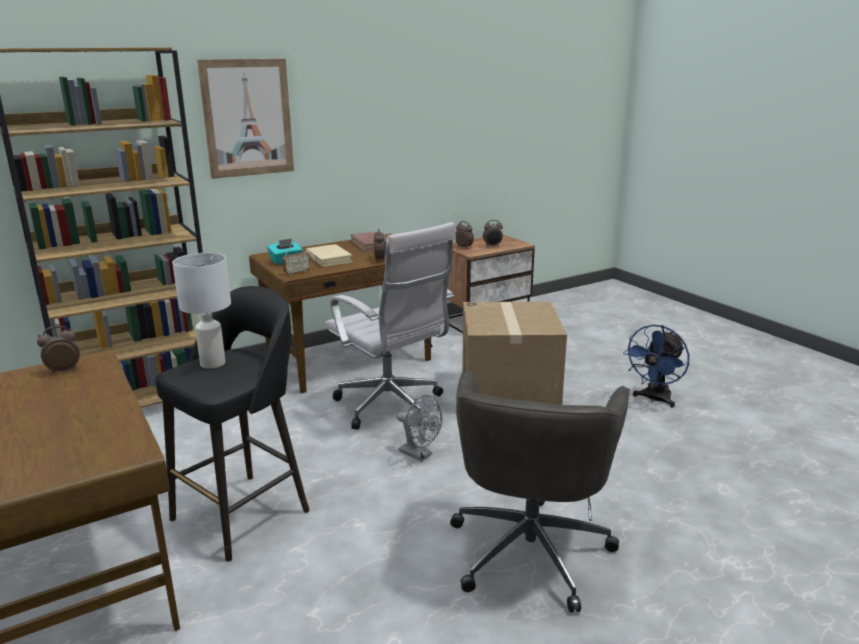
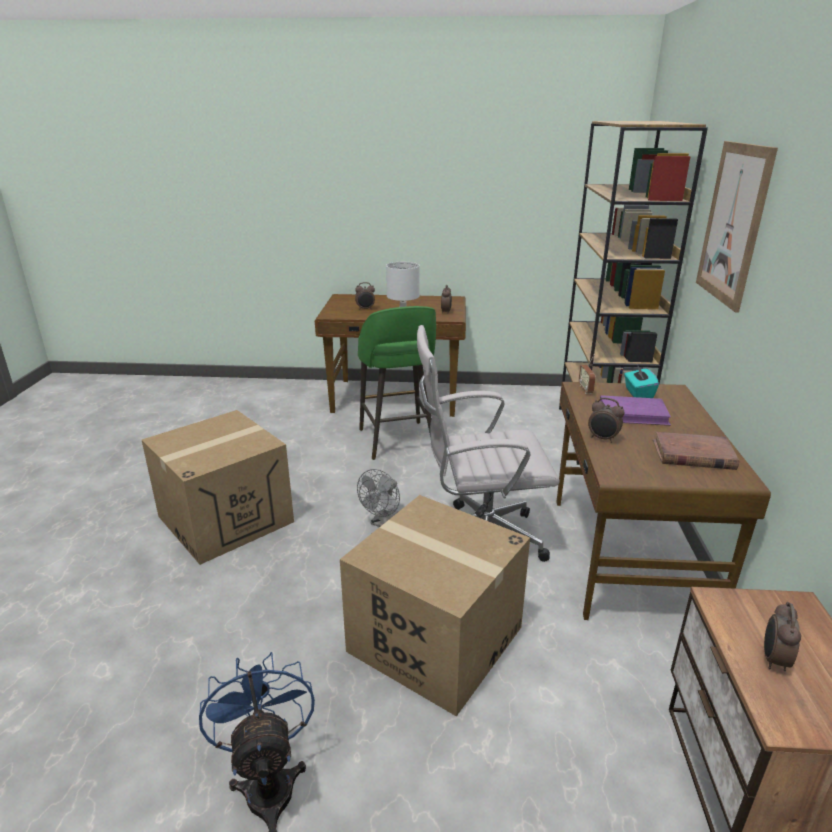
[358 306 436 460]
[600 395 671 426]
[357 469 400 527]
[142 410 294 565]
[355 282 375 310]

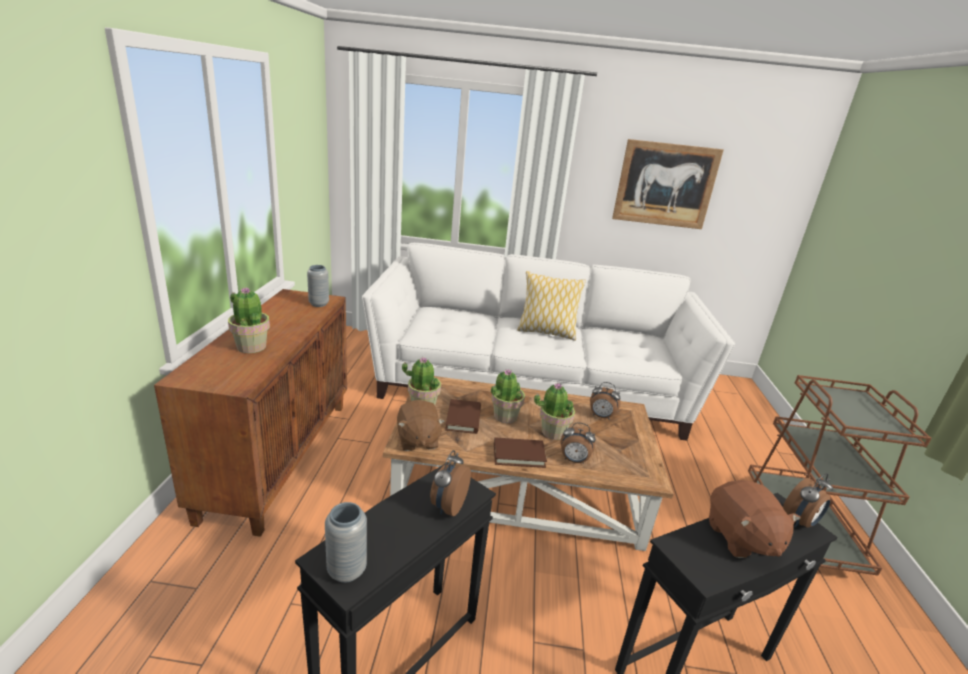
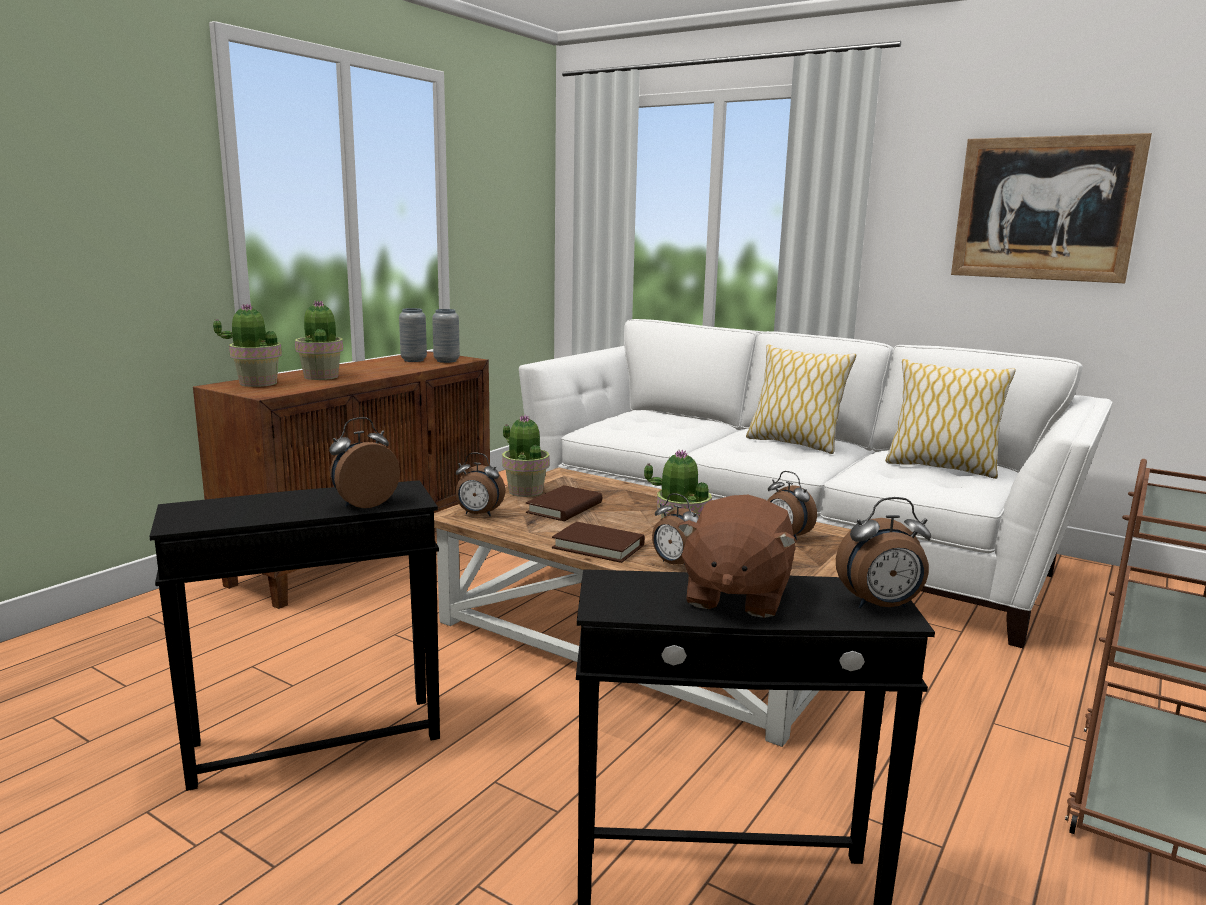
[399 308 427 362]
[456 453 505 516]
[213 304 282 387]
[885 359 1016 479]

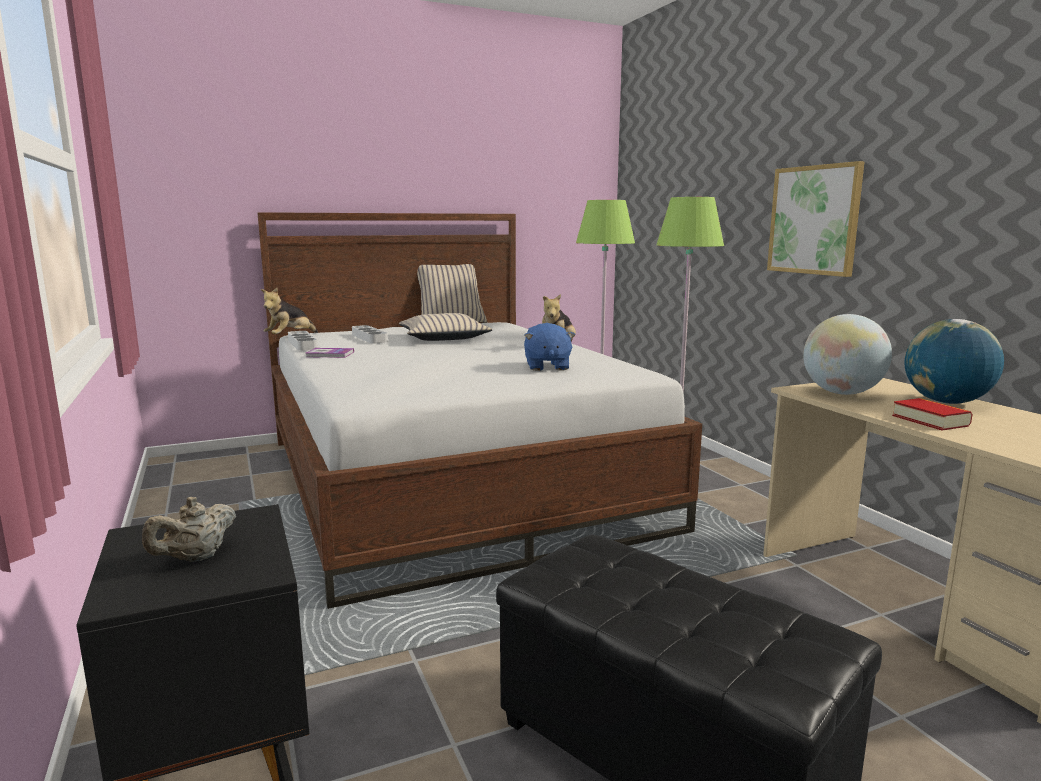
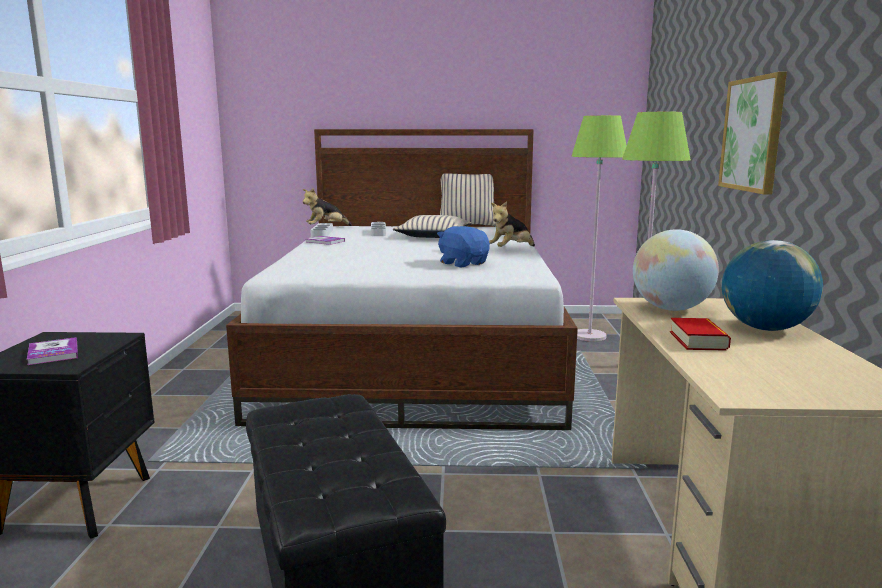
[27 337 78 365]
[437 226 490 267]

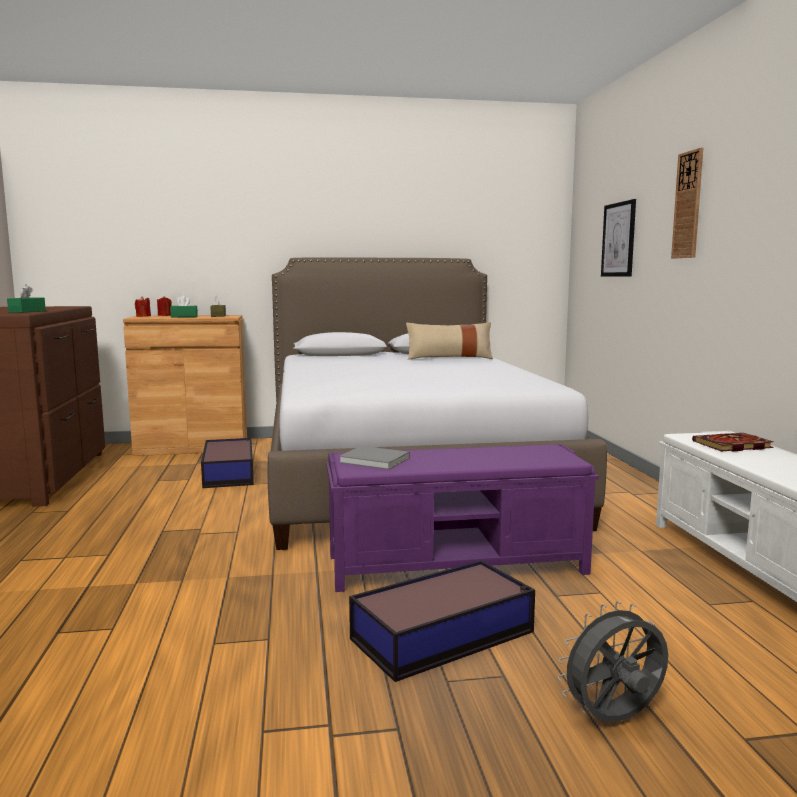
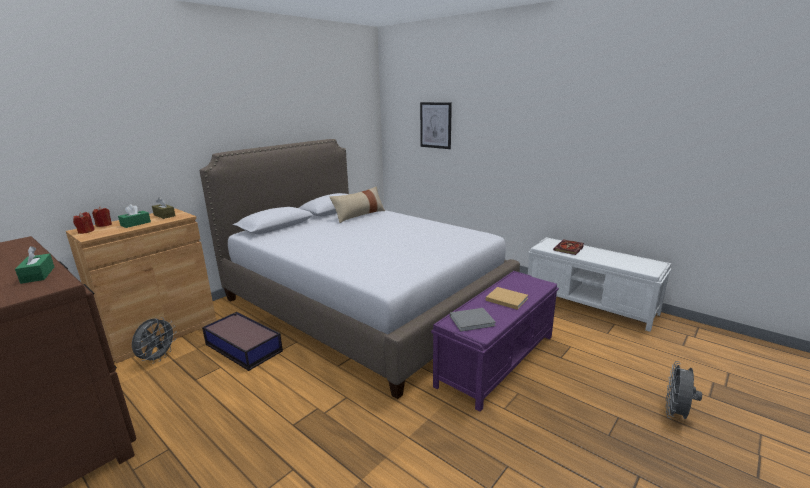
[349 560 535 682] (first image)
[671 148 703 259] (first image)
[132 317 177 361]
[486 287 528 310]

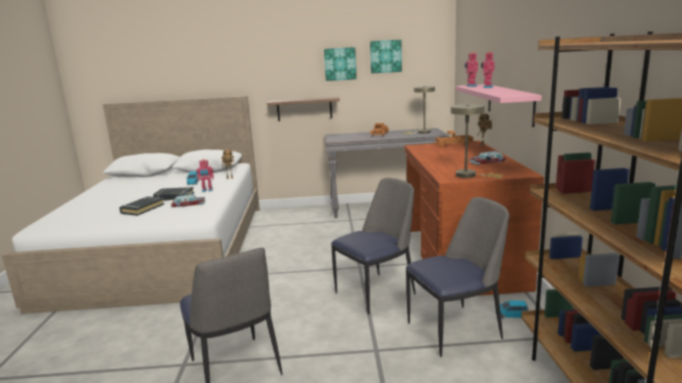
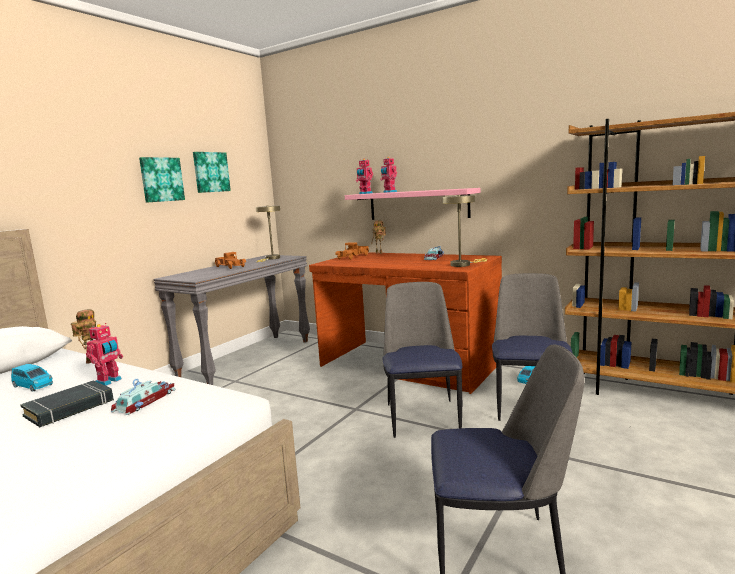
[119 196 164 216] (first image)
[267 97 340 121] (first image)

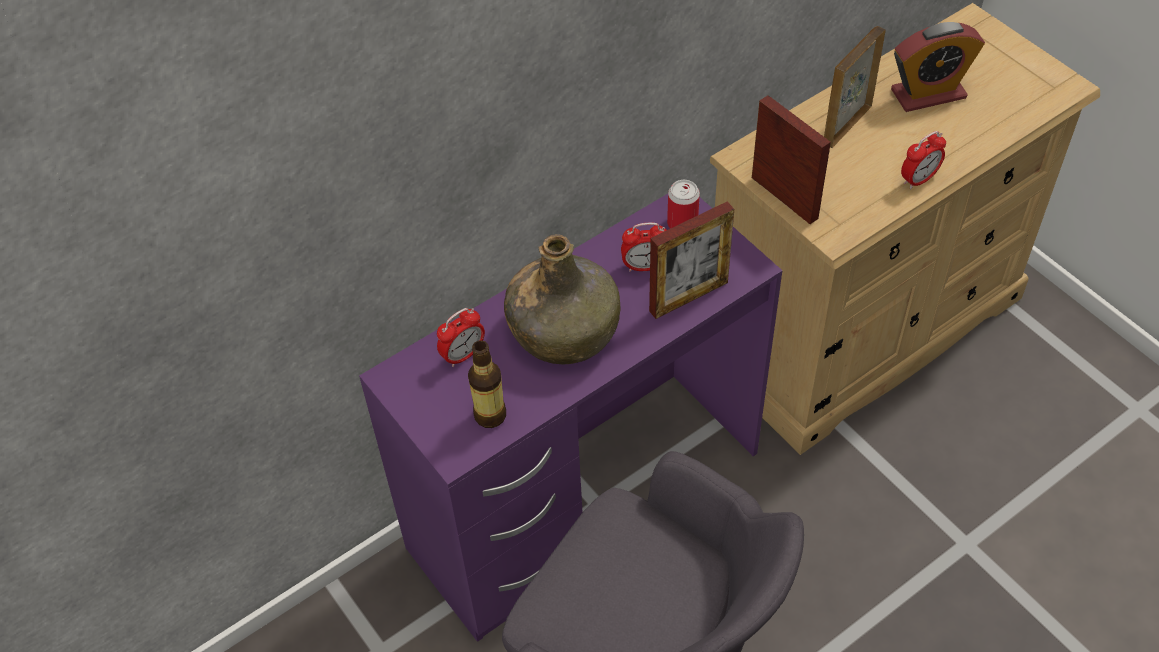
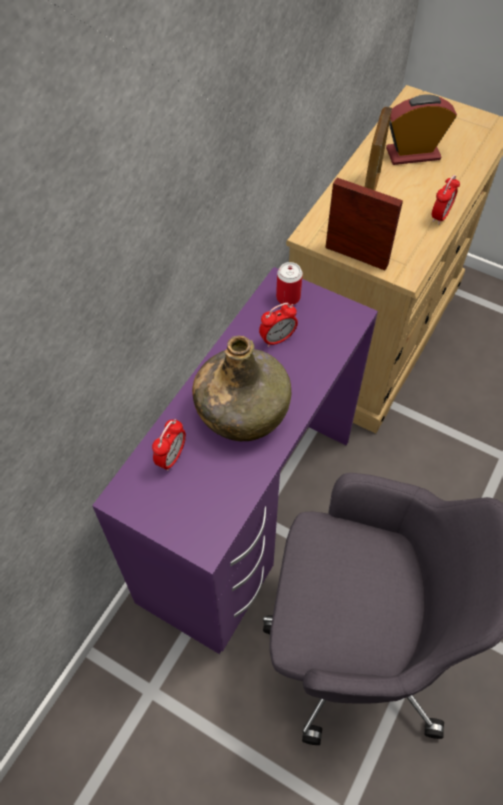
[468 340 506 428] (first image)
[649 202 734 319] (first image)
[386 94 457 165]

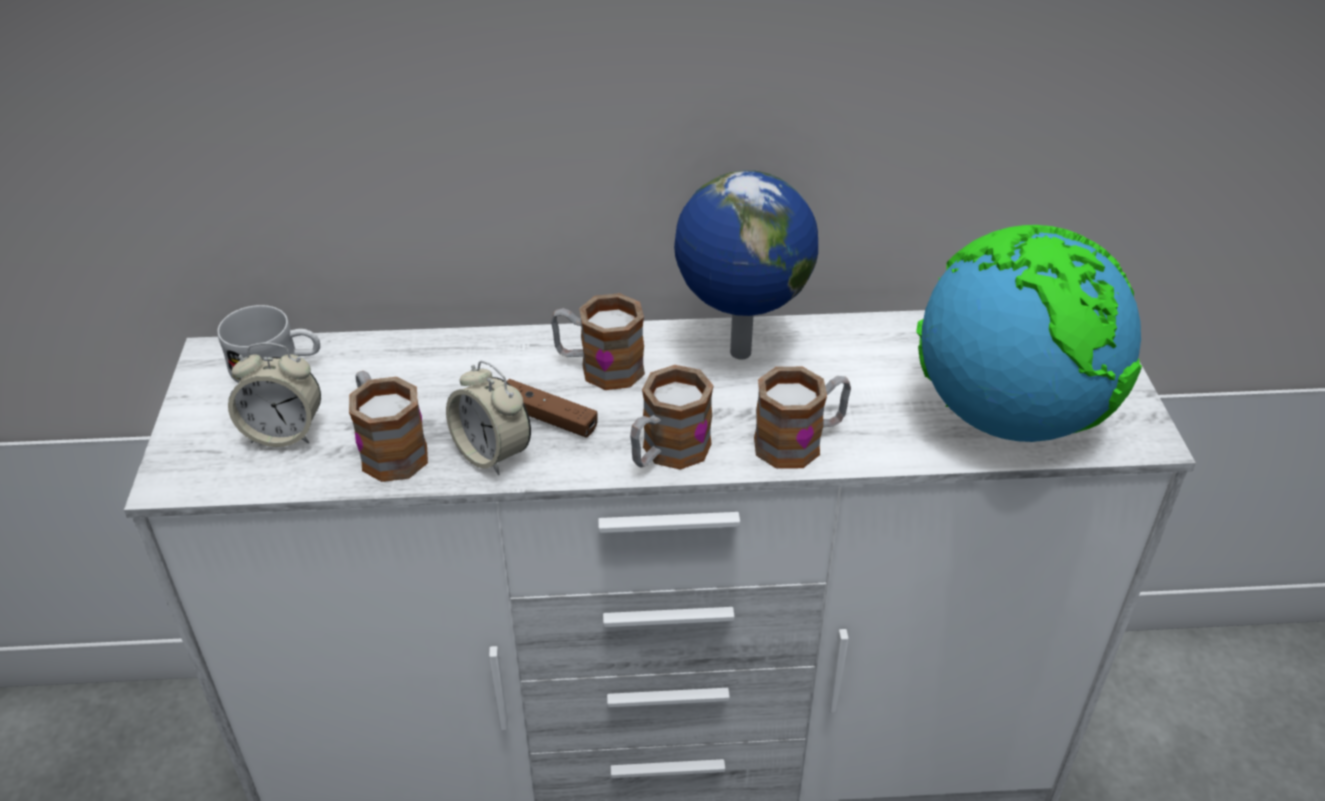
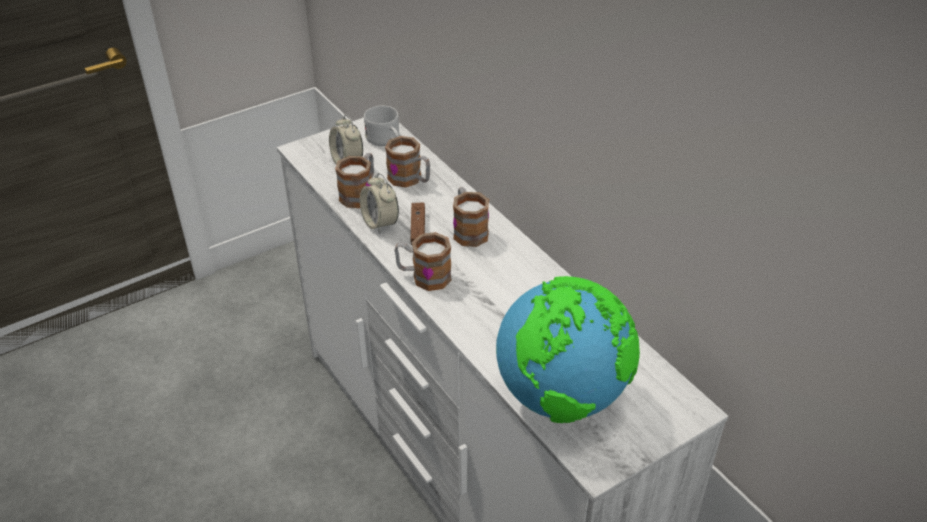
[360 173 399 234]
[674 170 818 360] (first image)
[385 136 430 187]

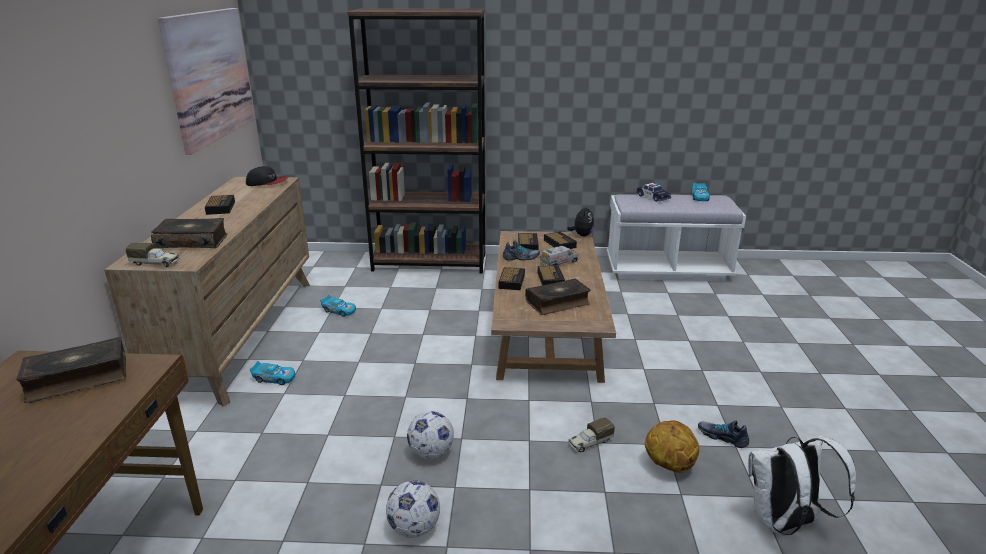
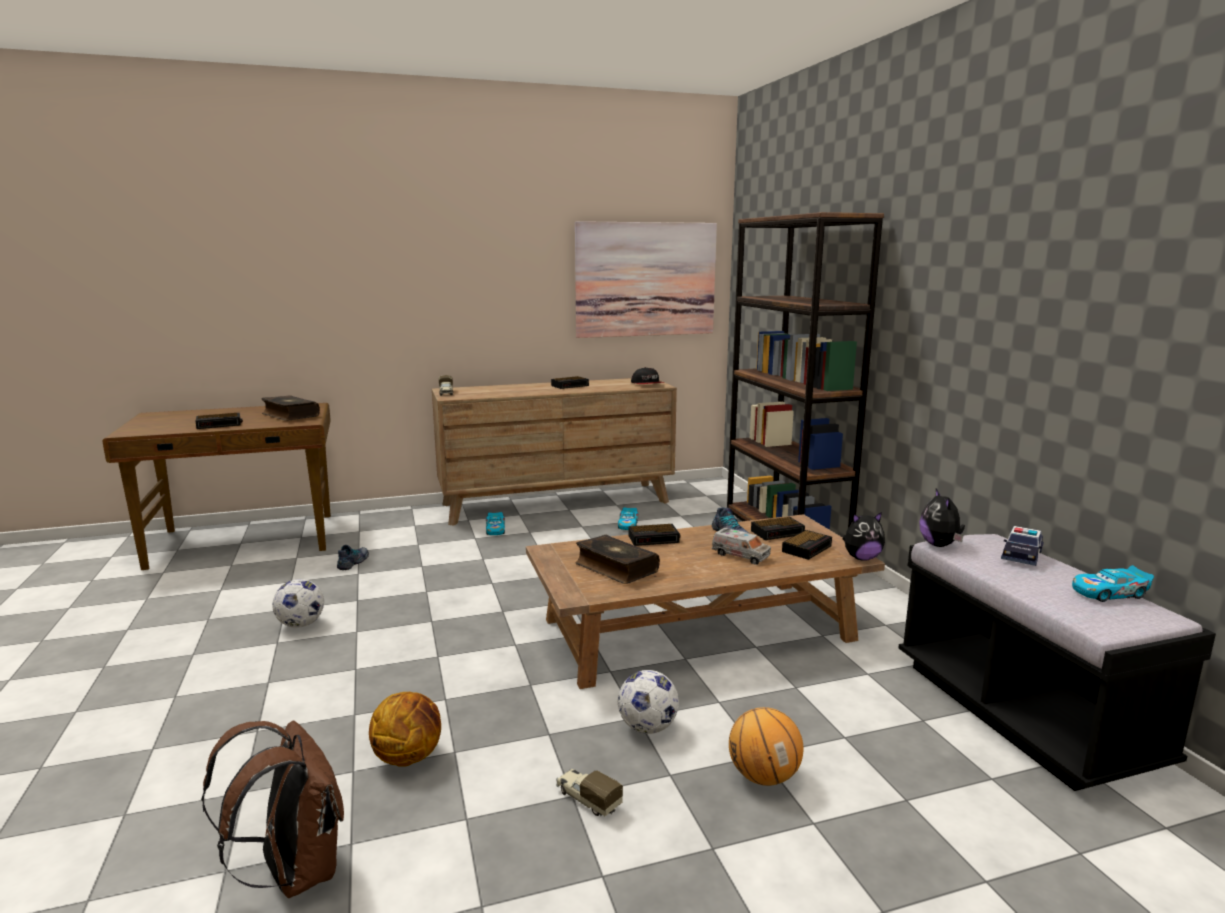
[151 218 228 248] (first image)
[618 670 679 734]
[195 413 243 429]
[556 768 623 817]
[898 534 1216 791]
[337 545 369 570]
[201 720 344 898]
[729 707 804 786]
[919 489 965 547]

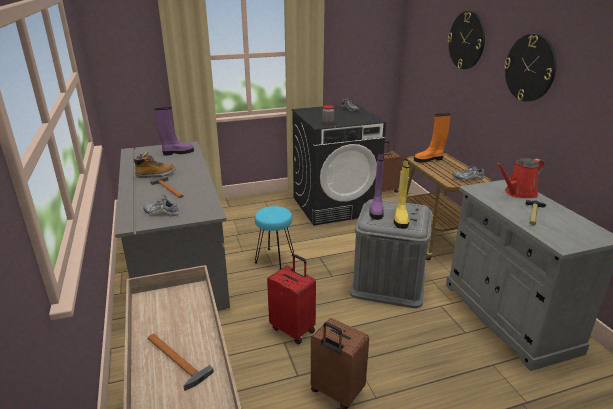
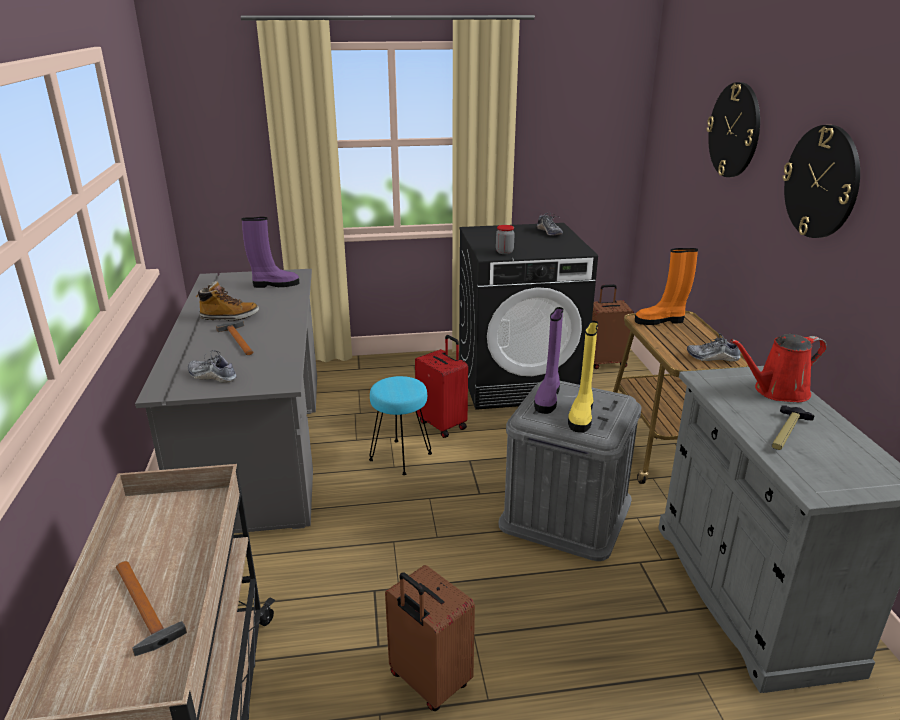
[415 335 468 438]

